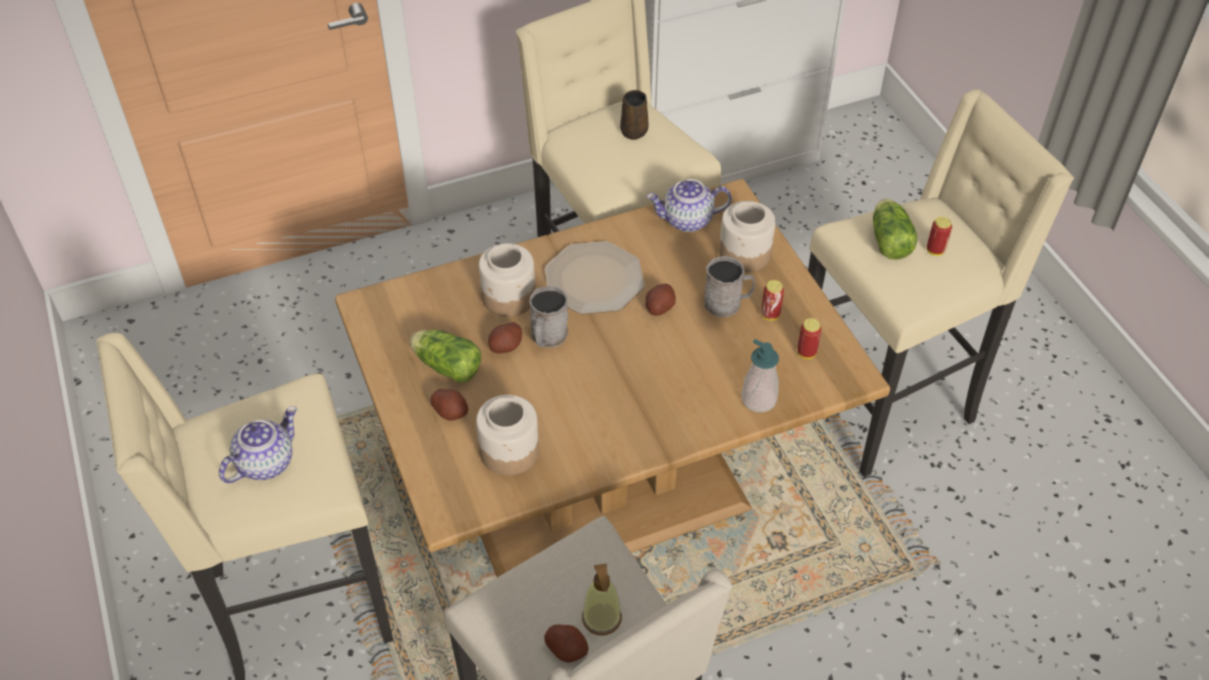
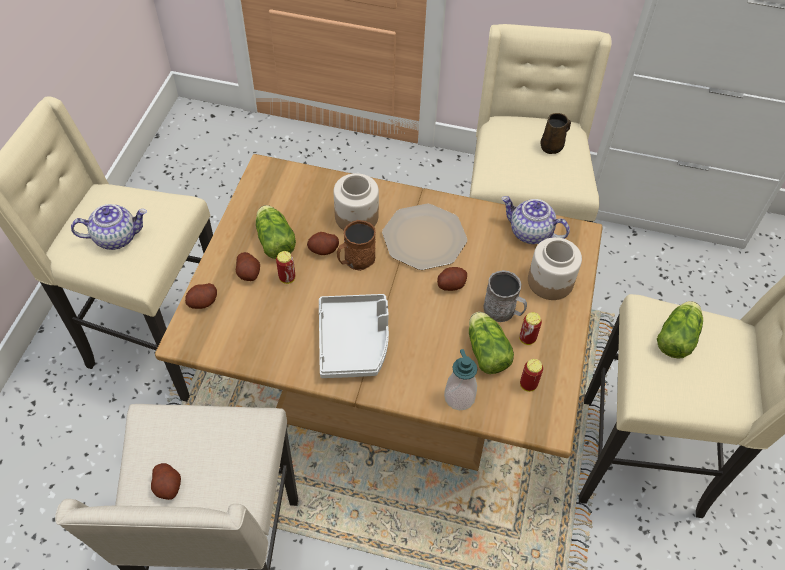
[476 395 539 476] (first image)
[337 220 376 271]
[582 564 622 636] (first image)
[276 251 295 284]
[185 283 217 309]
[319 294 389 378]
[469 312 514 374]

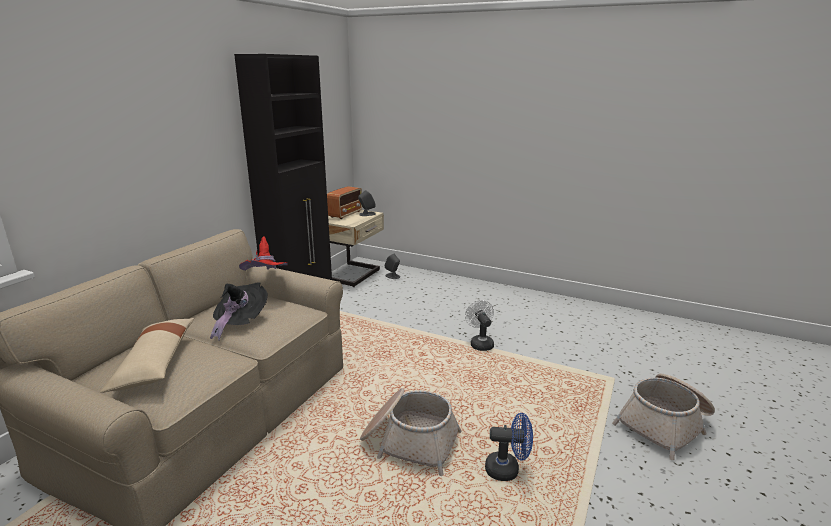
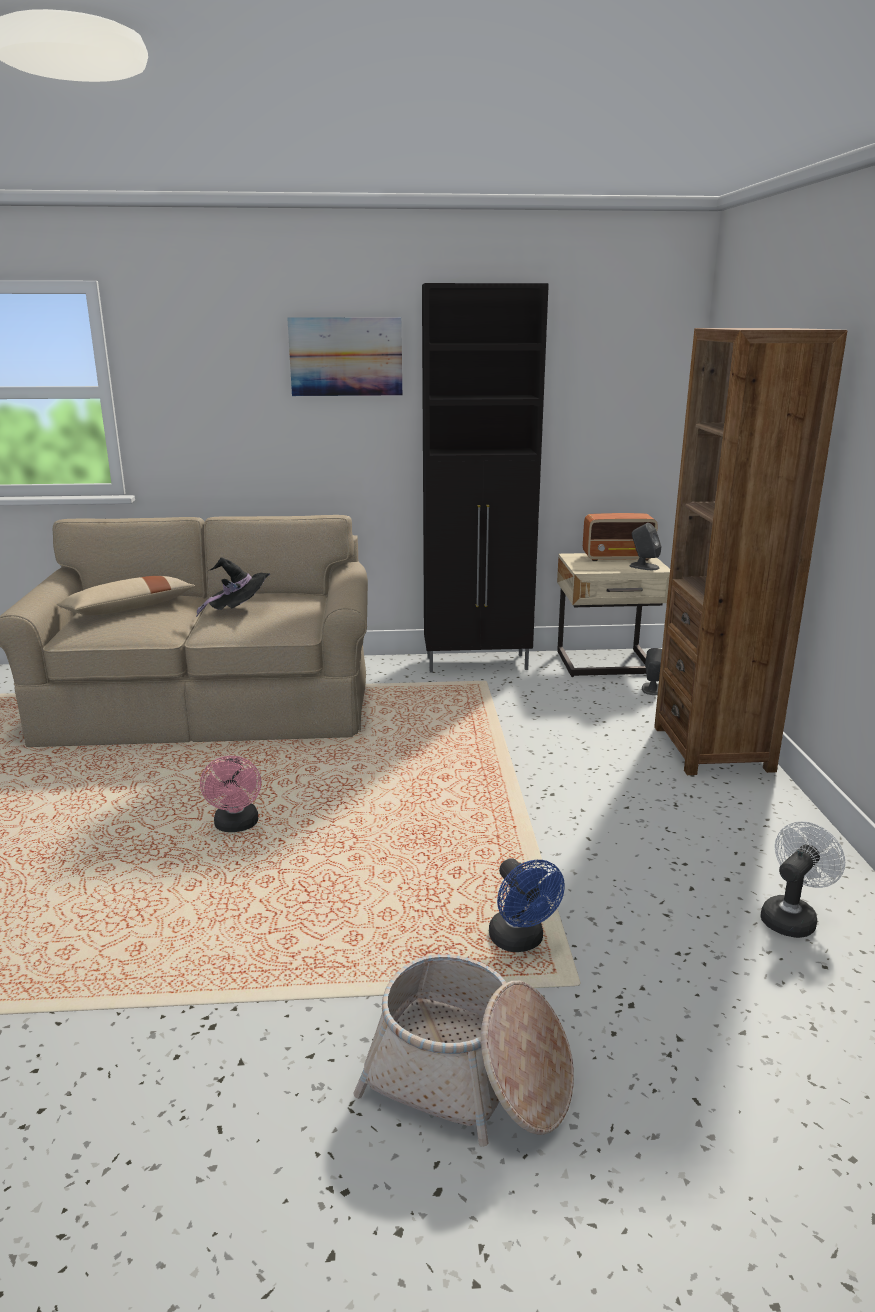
[239 236 288 271] (first image)
[200 756 261 832]
[761 821 845 938]
[489 858 565 952]
[287 317 402 396]
[654 328 847 775]

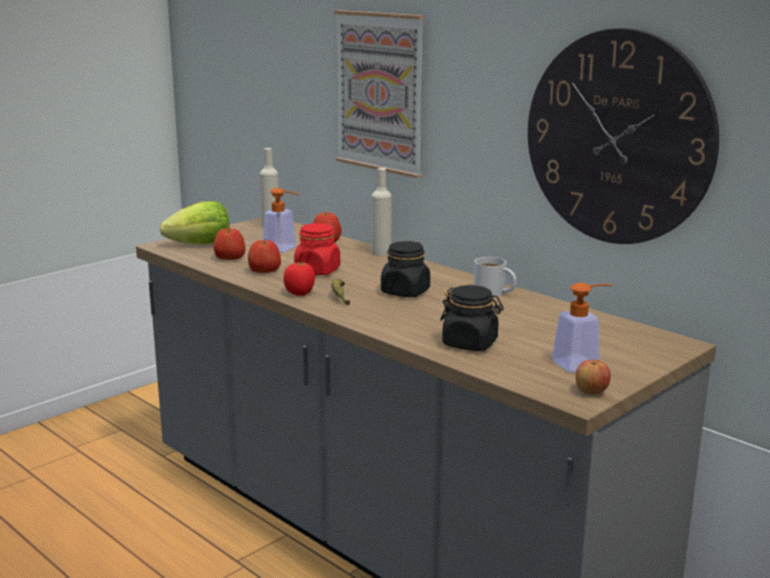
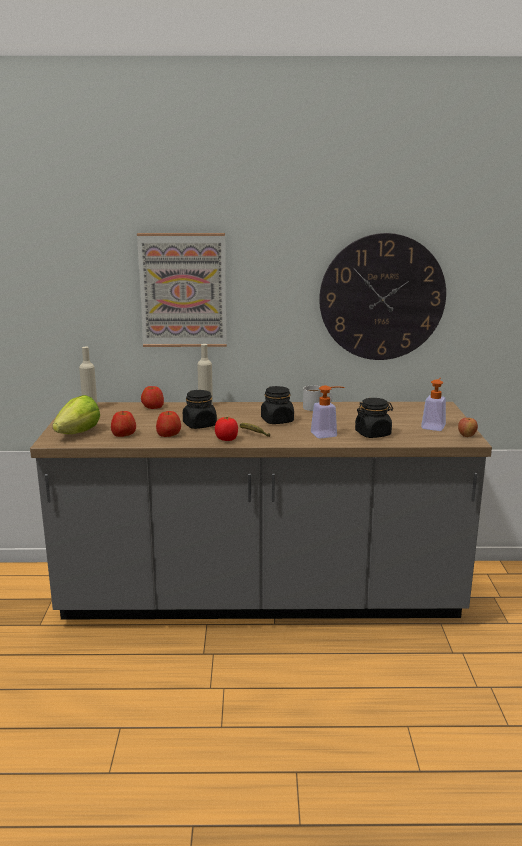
[311 385 345 439]
[183 390 217 429]

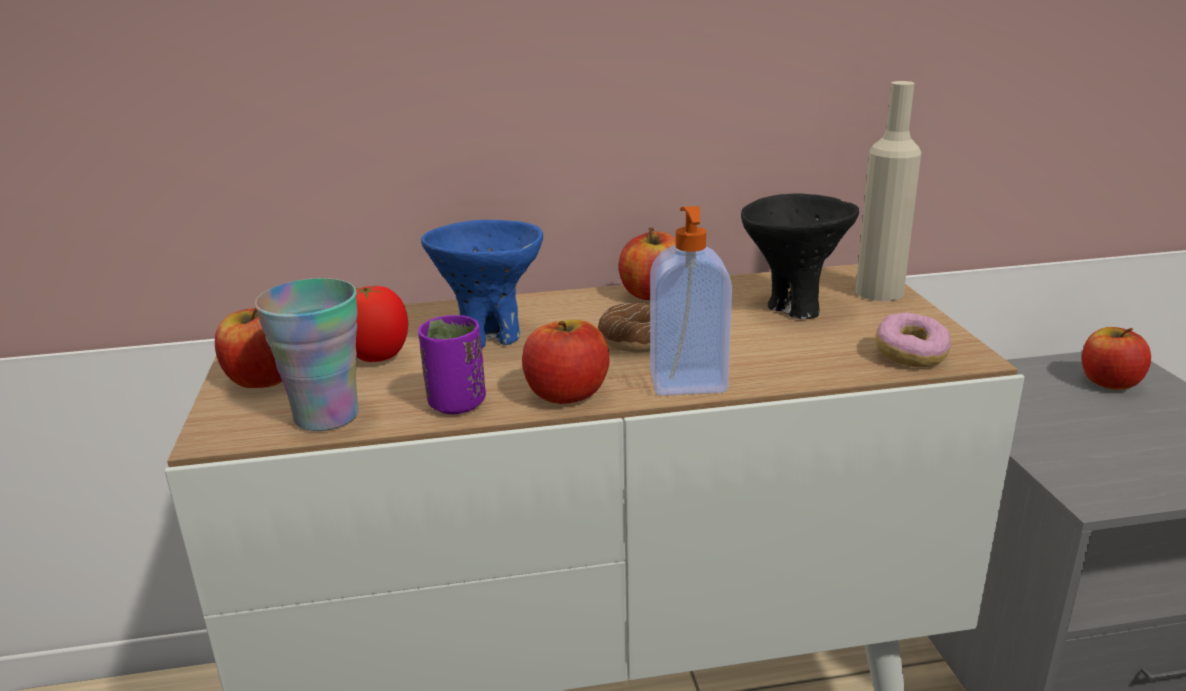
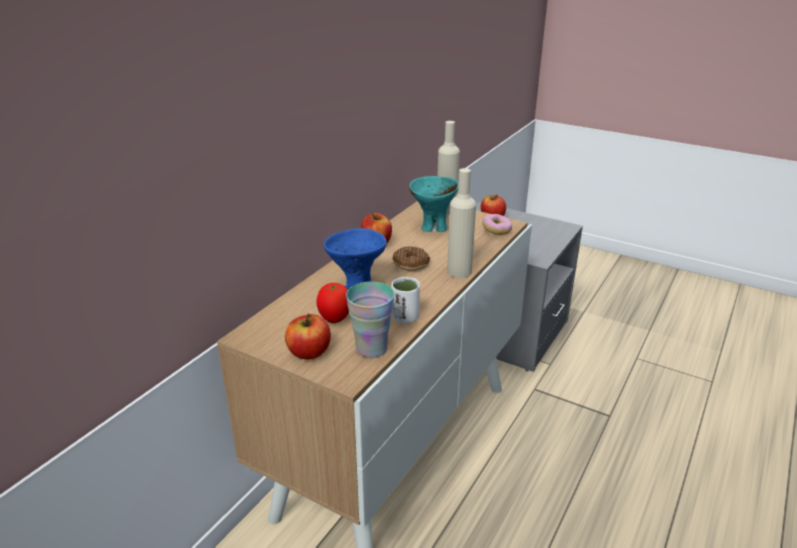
[391 277 420 324]
[522 320 610 404] (first image)
[447 168 476 278]
[409 176 459 232]

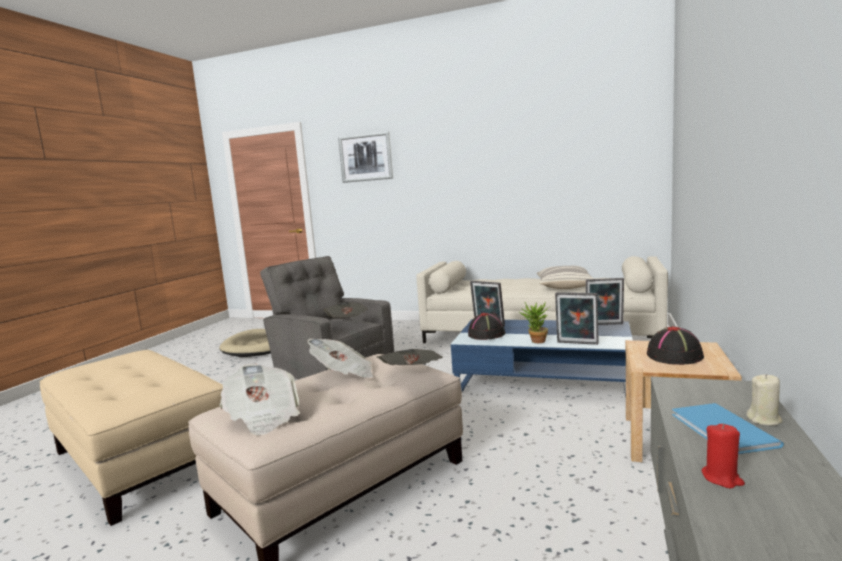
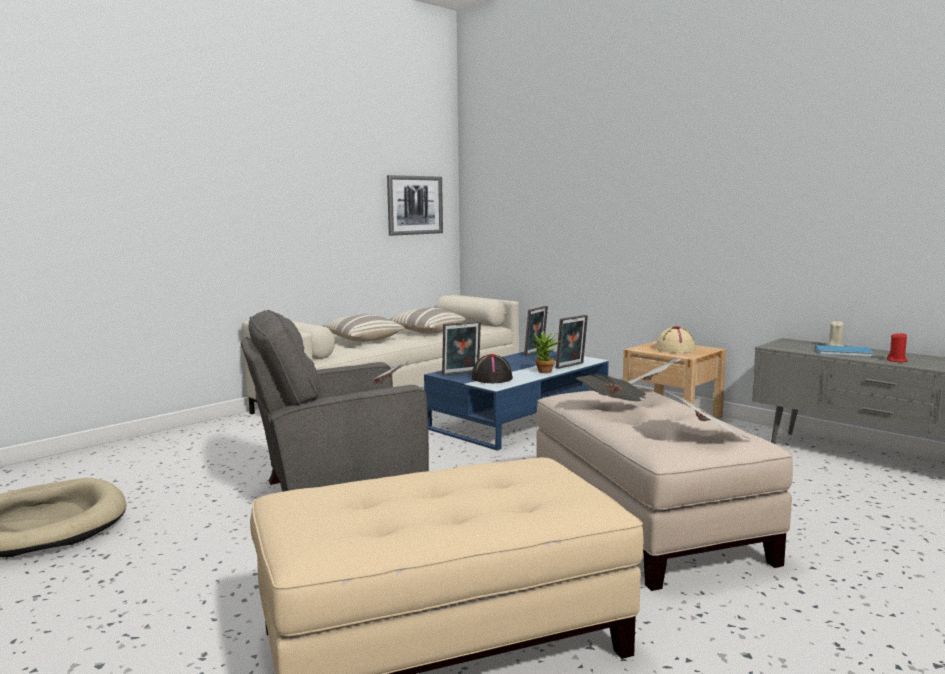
[387 175 443 236]
[656 326 696 353]
[322 314 405 342]

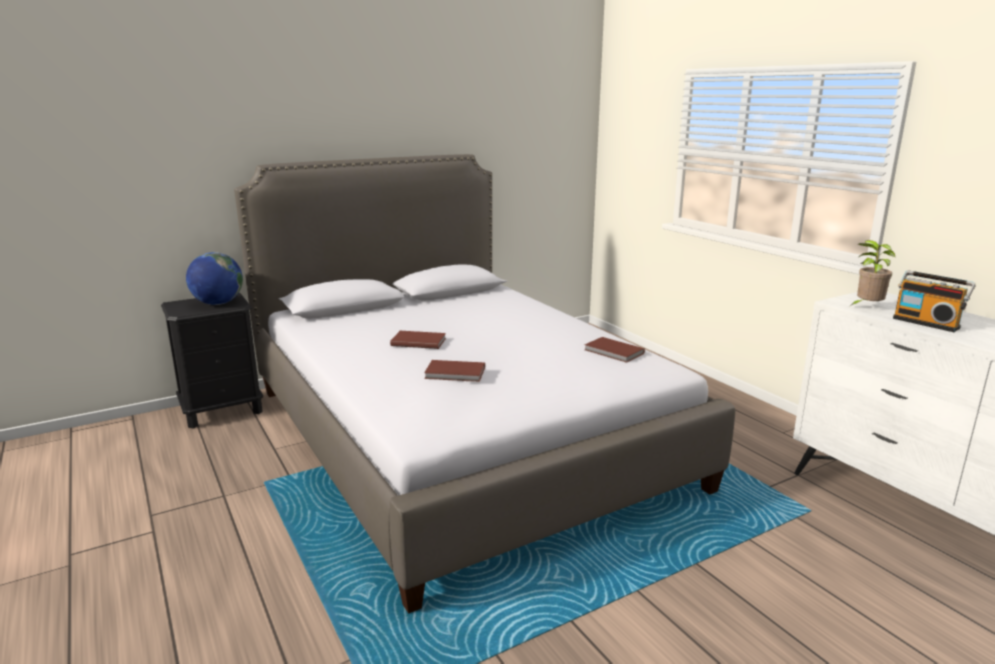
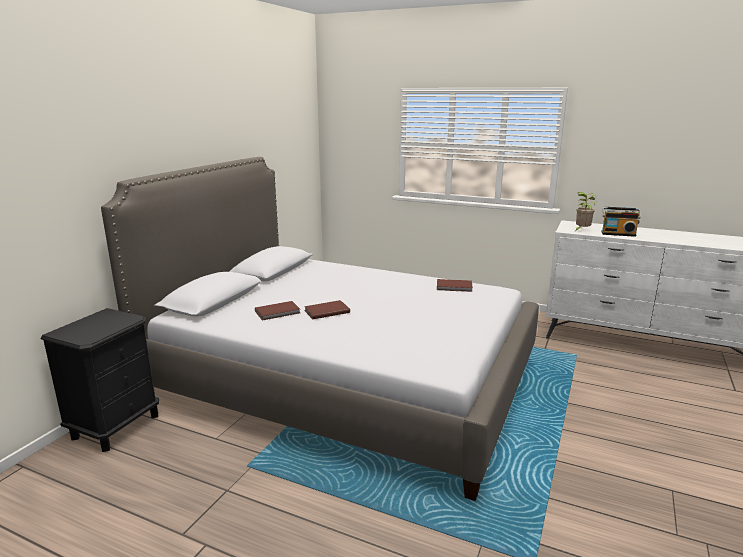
[186 252 243 305] (first image)
[255 301 300 321]

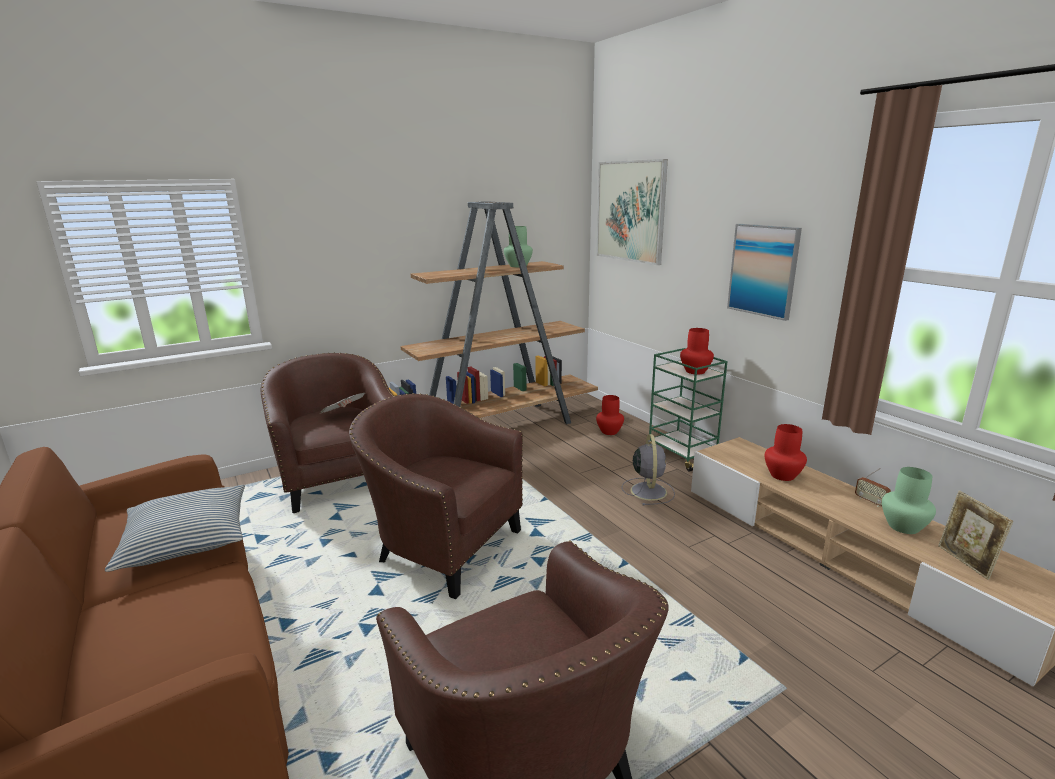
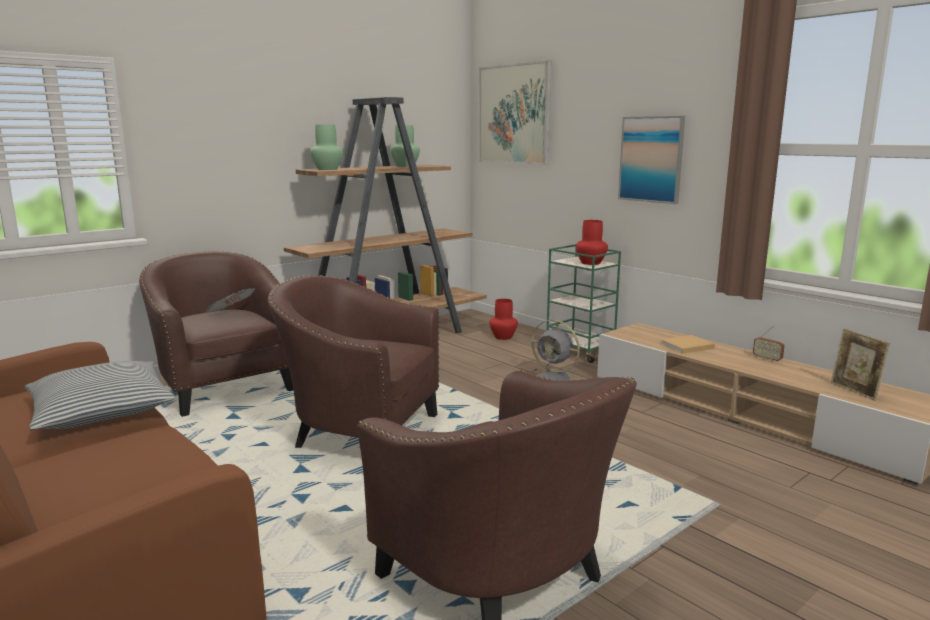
[529 320 582 381]
[661 335 715 354]
[310 125 343 170]

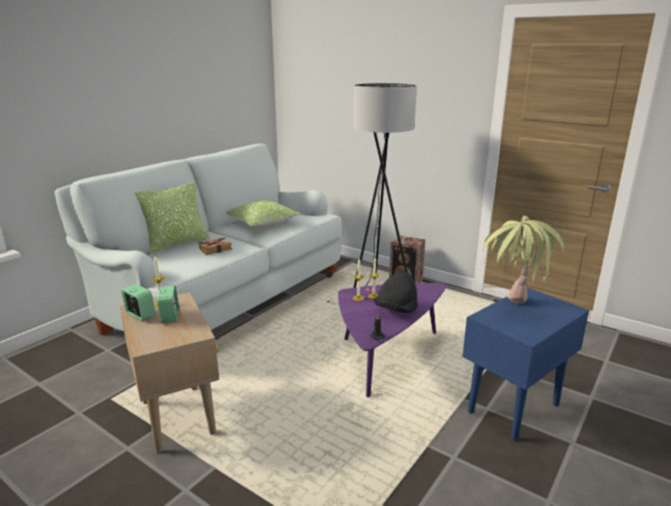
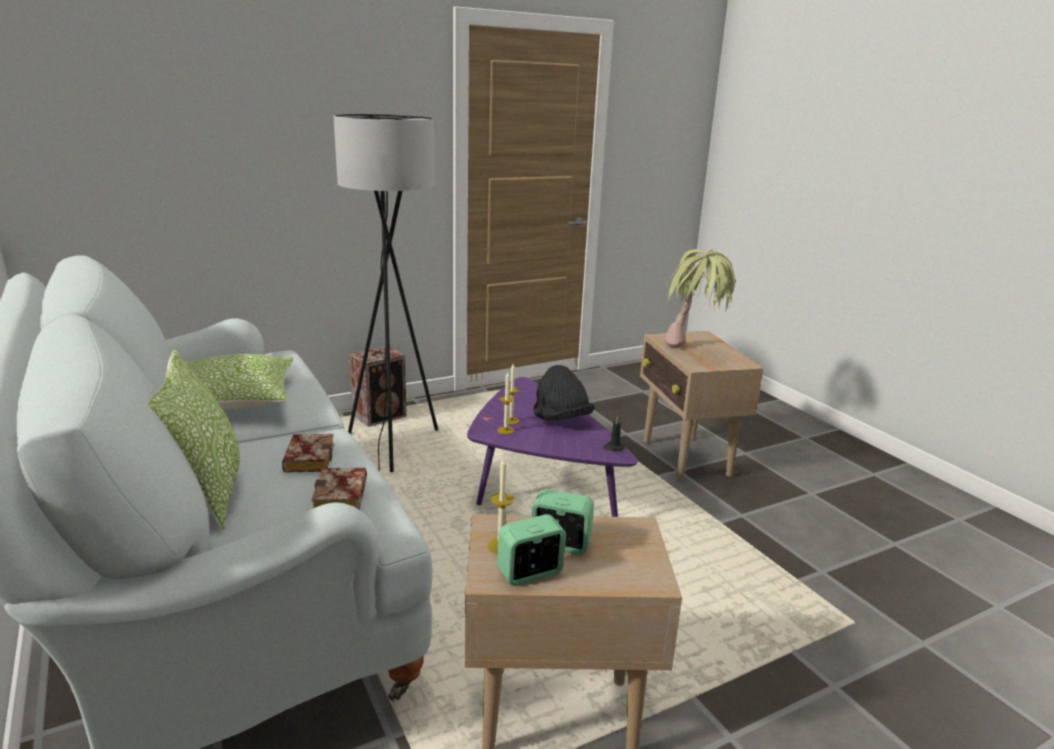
[640 331 764 482]
[312 468 367 510]

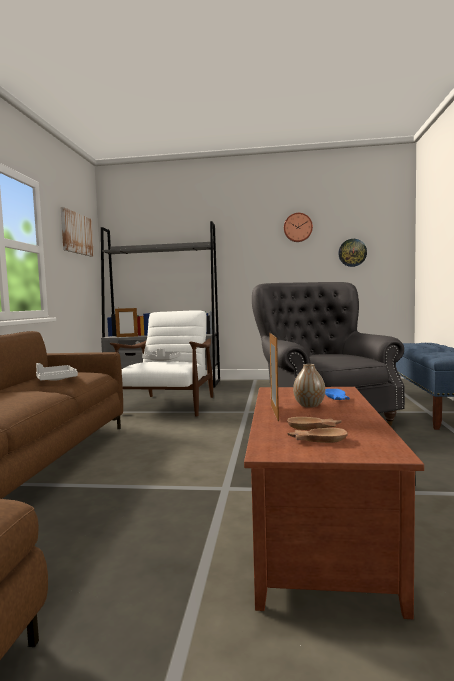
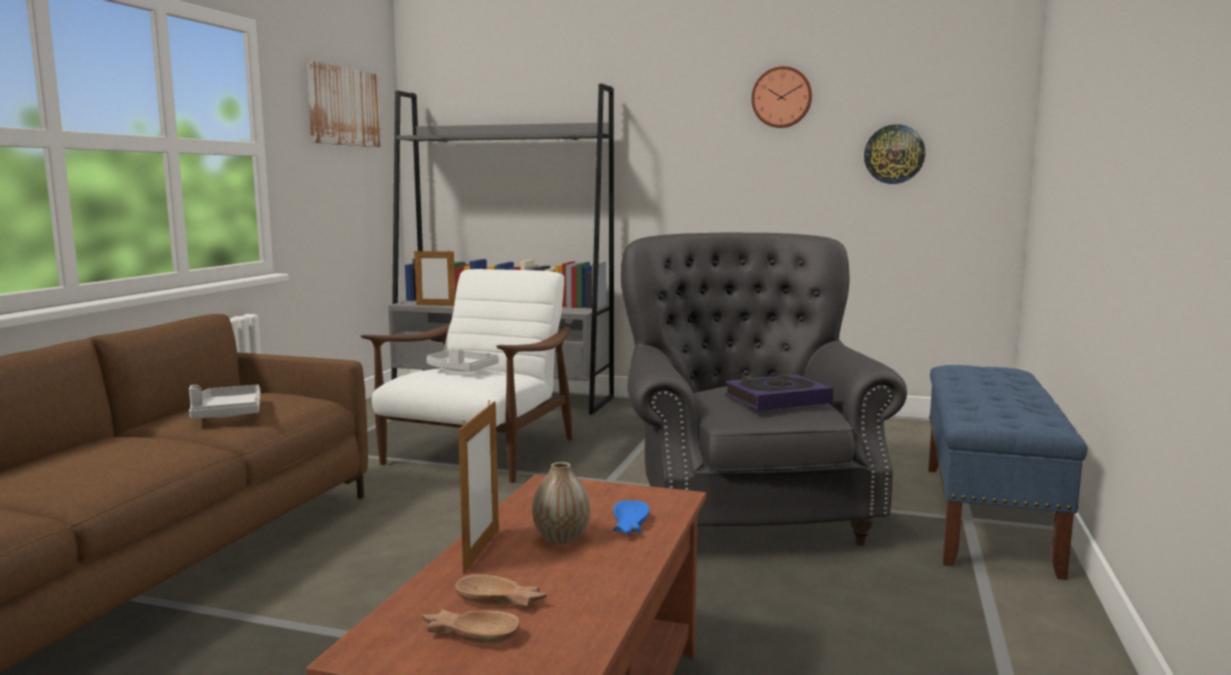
[725 374 833 411]

